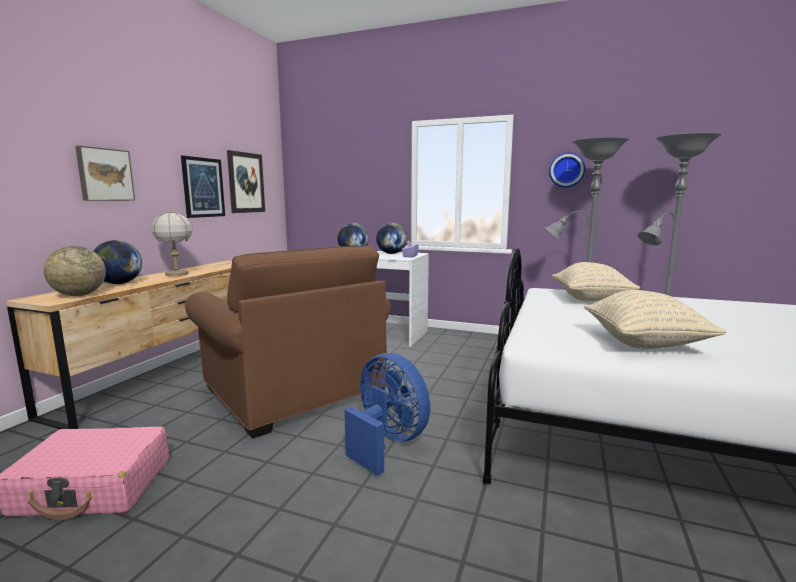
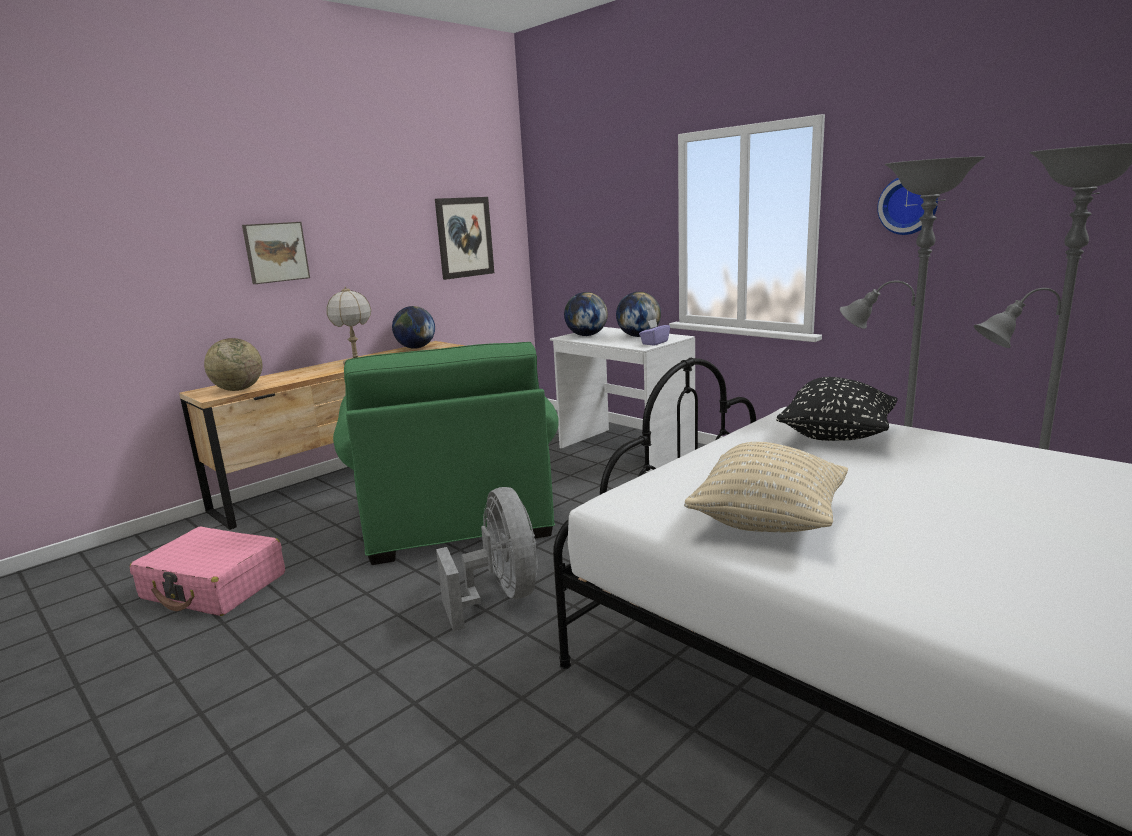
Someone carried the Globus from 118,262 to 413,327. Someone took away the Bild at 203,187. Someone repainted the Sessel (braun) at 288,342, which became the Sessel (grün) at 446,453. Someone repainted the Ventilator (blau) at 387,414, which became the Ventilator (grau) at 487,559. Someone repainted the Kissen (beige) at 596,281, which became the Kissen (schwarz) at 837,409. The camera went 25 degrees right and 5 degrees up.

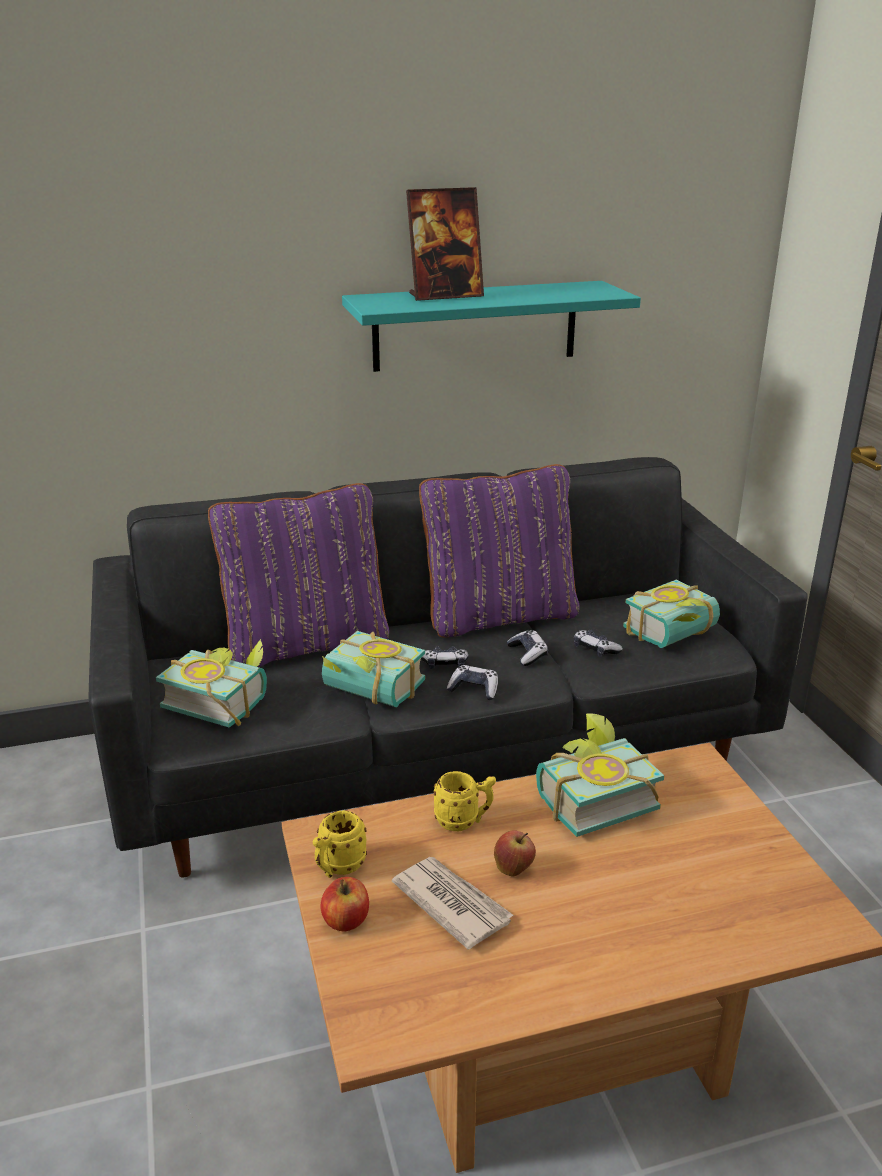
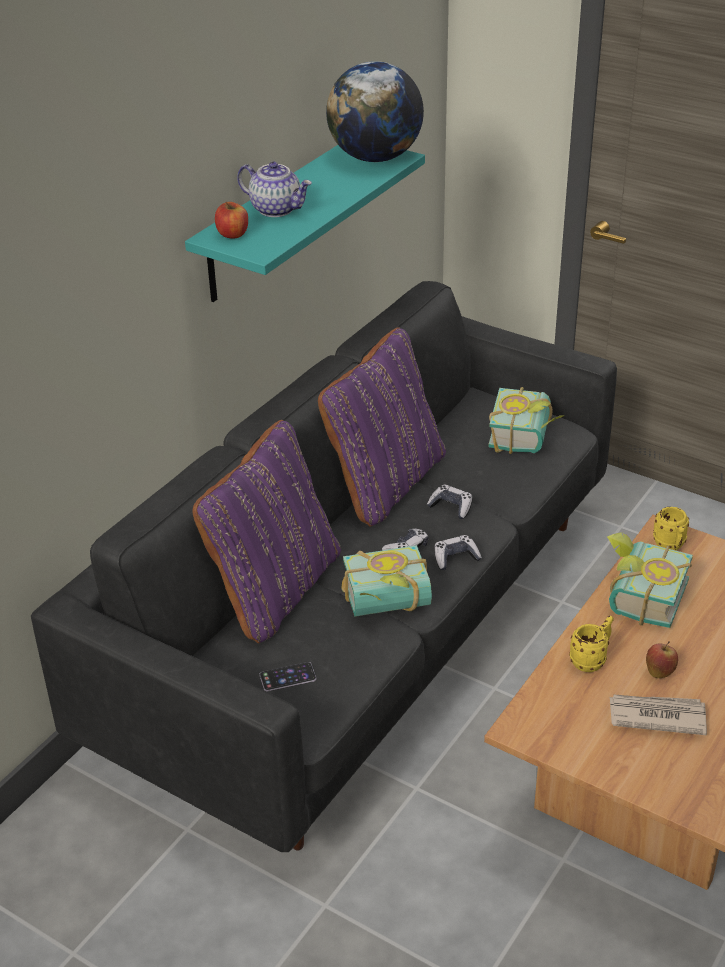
Someone swapped the Buch at 211,683 for the Handy at 288,676. Someone carried the Henkelbecher (gelb) from 340,844 to 671,529. Someone carried the Apfel from 344,904 to 231,220. Someone swapped the Bilderrahmen at 445,244 for the Teekanne at 274,189. Someone took away the Gamepad at 598,643. Someone put down the Globus at 375,111. The camera went 40 degrees left and 10 degrees up.

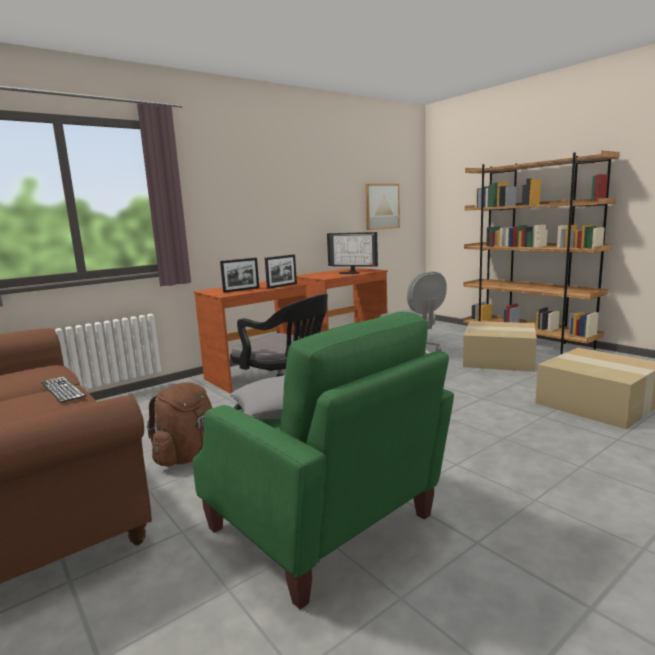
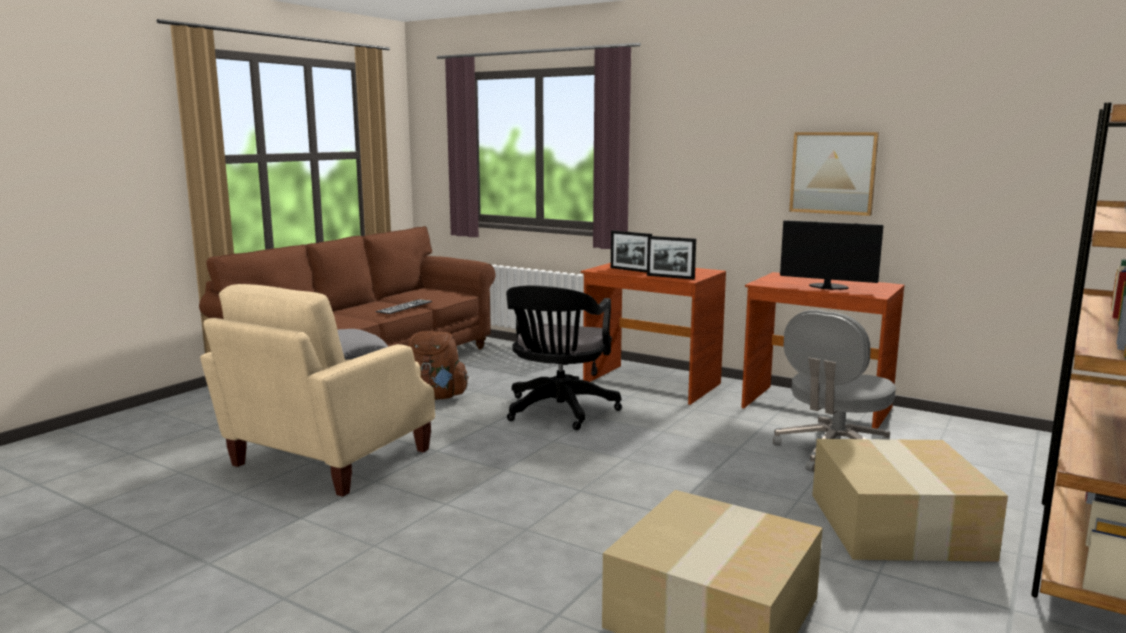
Someone repainted the Sessel (grün) at 323,461, which became the Sessel (beige) at 317,390. Someone rotated the Monitor at 352,253 by 105 degrees clockwise. Someone carried the Bild from 382,207 to 834,174. The camera went 70 degrees right and 0 degrees up.

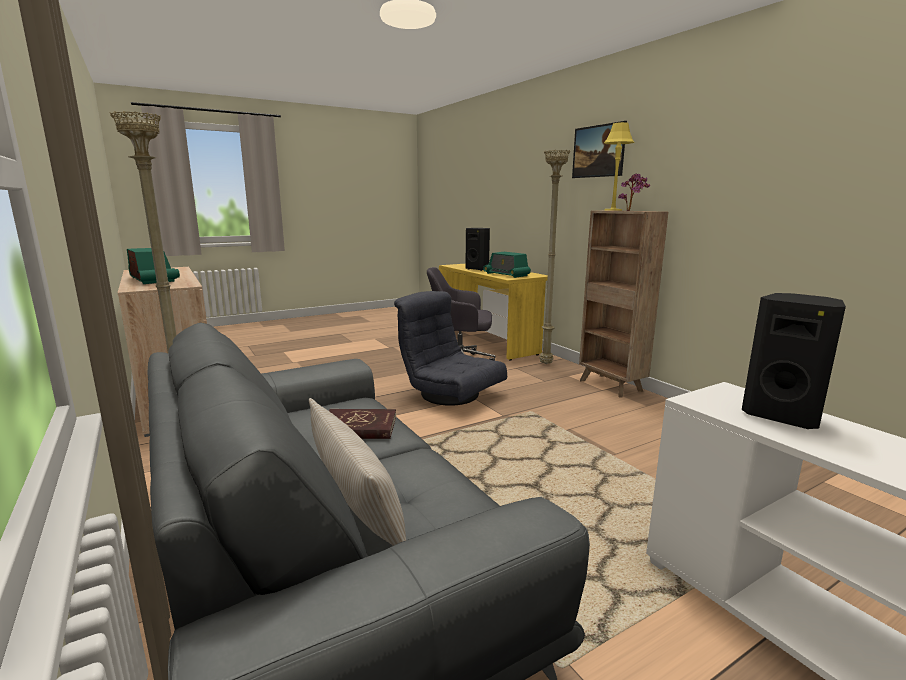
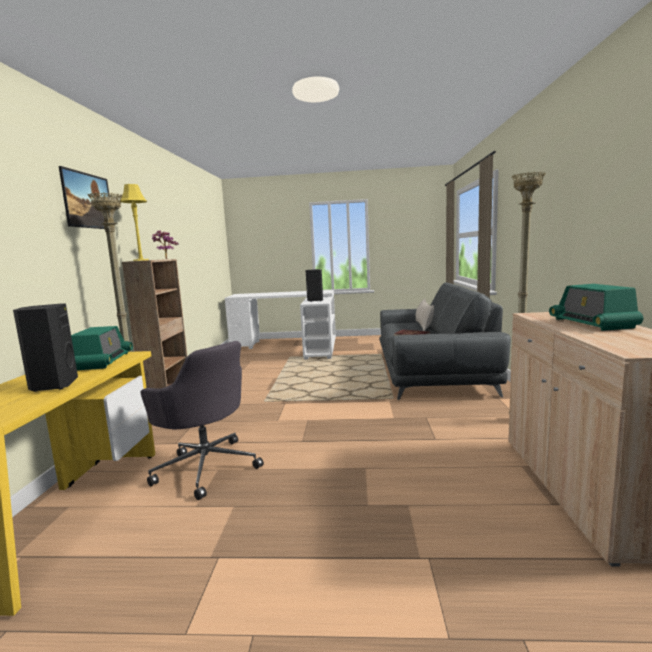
Someone took away the Sessel (grau) at 450,348. The camera went 145 degrees left and 5 degrees down.

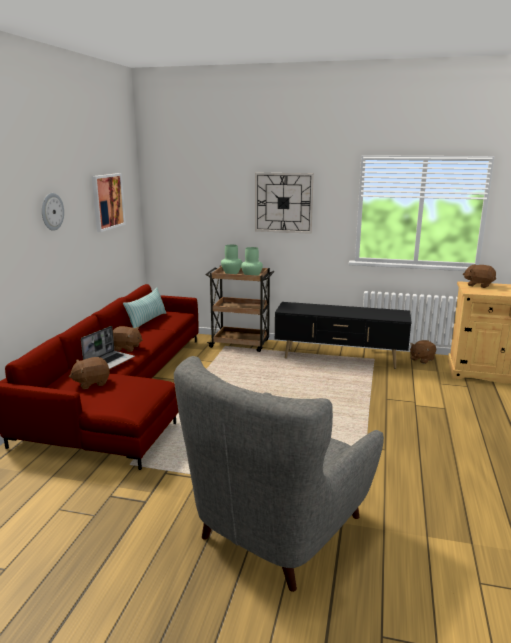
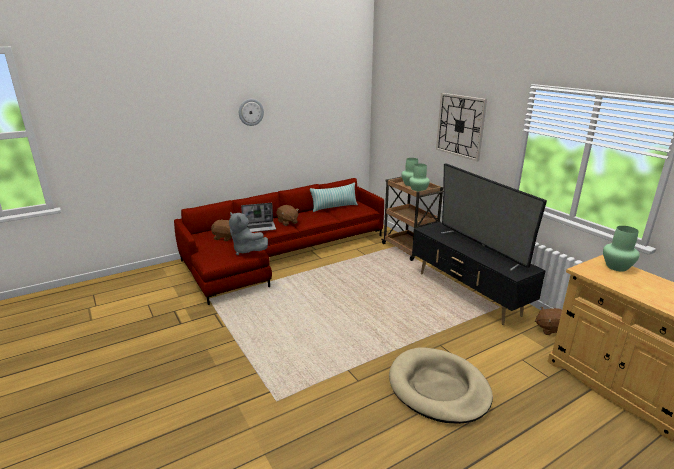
Someone took away the Bild at 109,202. Someone took away the Sessel (grau) at 279,474. Someone swapped the Plüschtier (braun) at 479,276 for the Vase (grün) at 621,249. Someone put down the Plüschtier (grau) at 248,233. Someone put down the Hundebett (beige) at 441,385. Someone put down the Fernseher at 494,217. The camera went 45 degrees right and 5 degrees up.

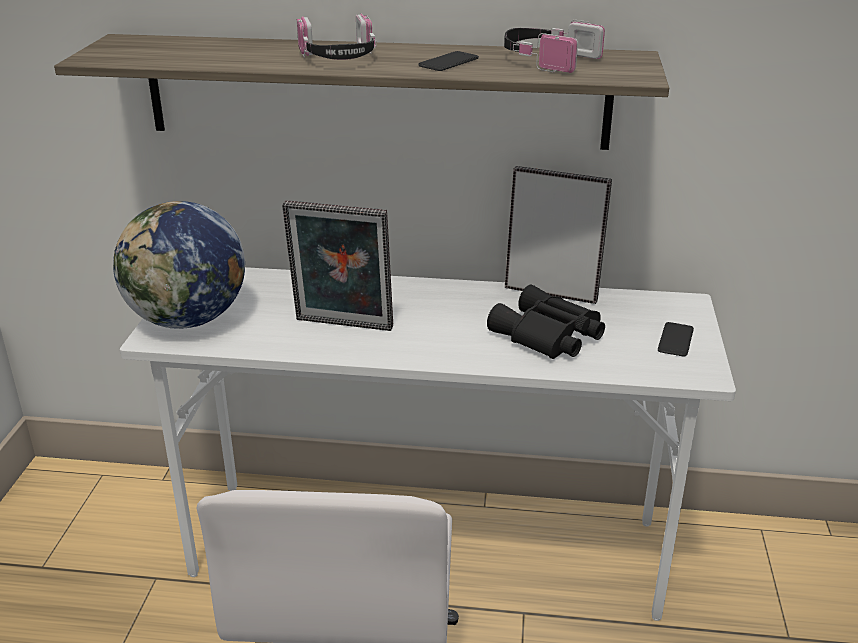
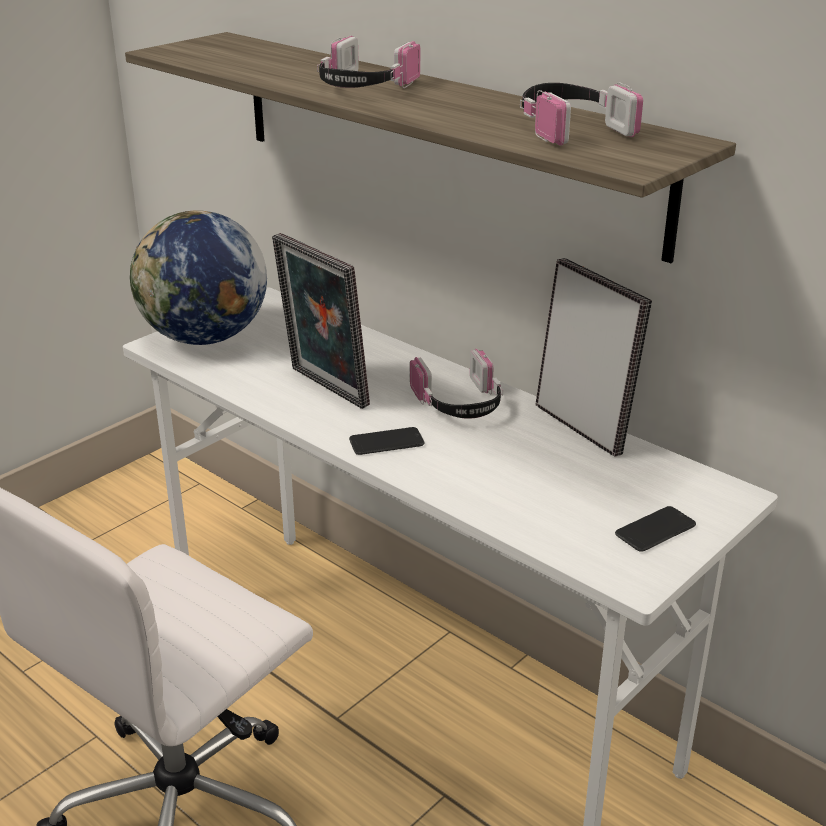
Someone carried the Handy from 448,61 to 386,441. Someone took away the Fernglas (schwarz) at 546,322. Someone put down the Kopfhörer at 456,383. The camera went 35 degrees right and 0 degrees up.

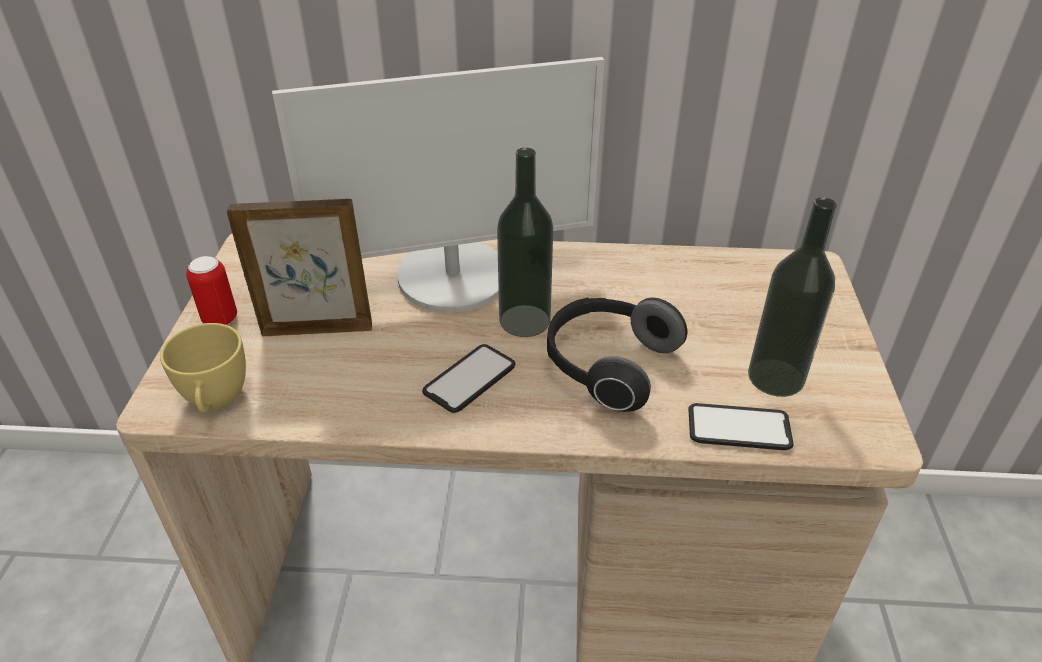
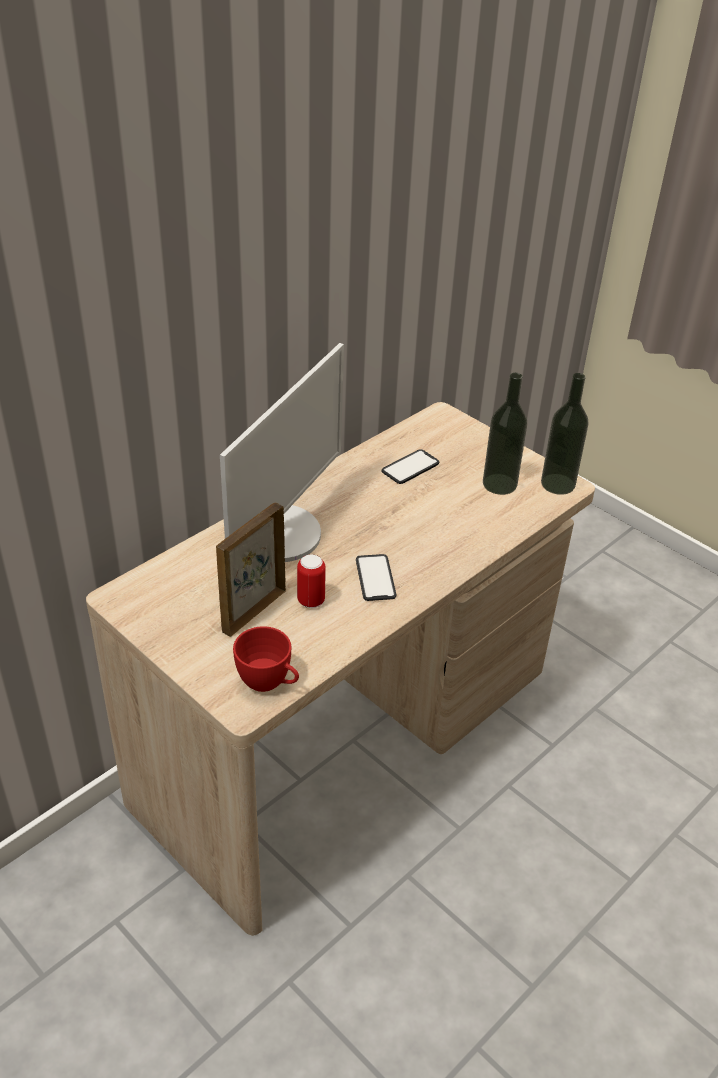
Someone repainted the Tasse (gelb) at 203,368, which became the Tasse (rot) at 266,659. Someone carried the Dose from 211,290 to 311,581. Someone carried the Flasche from 525,242 to 564,434. Someone took away the Kopfhörer at 617,355. Someone carried the Handy from 741,426 to 410,466. The camera went 50 degrees left and 0 degrees up.

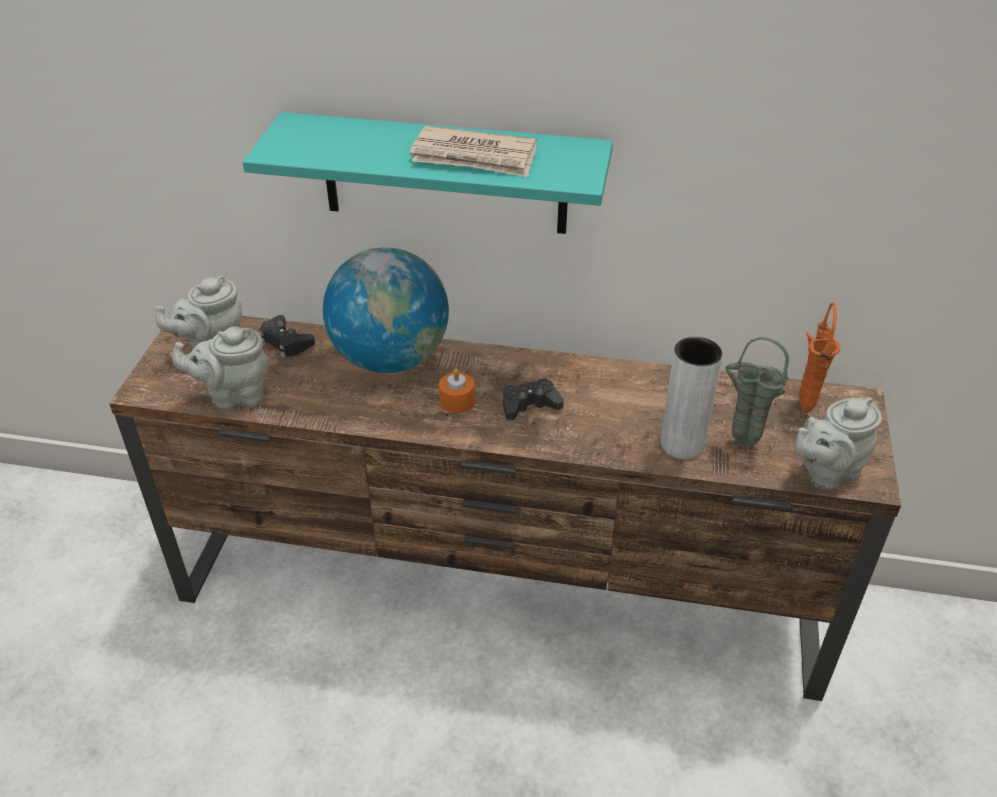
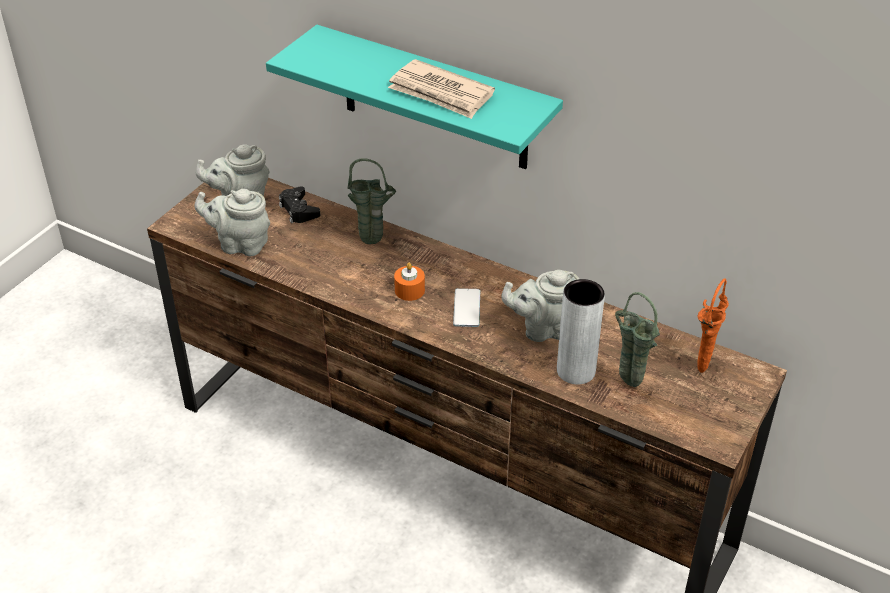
Someone swapped the Globus at 386,310 for the Vase (grün) at 371,201. Someone swapped the Gamepad (schwarz) at 533,399 for the Handy at 466,307. Someone carried the Teekanne (grau) from 838,444 to 540,306. The camera went 20 degrees right and 0 degrees up.

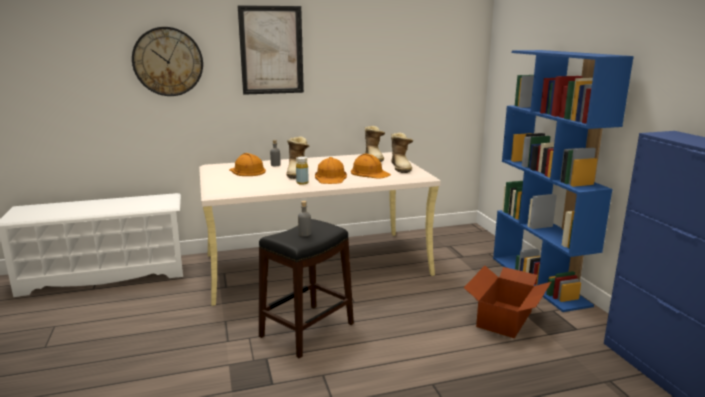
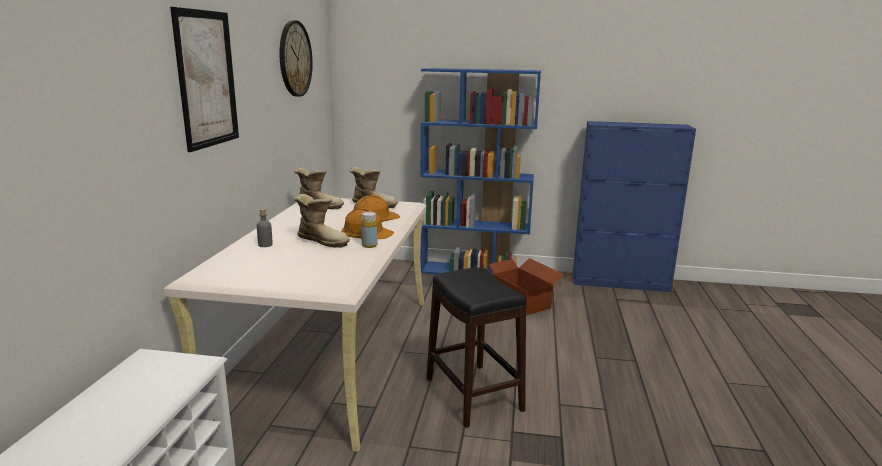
Someone carried the Wanduhr from 167,61 to 296,58. Someone took away the Schutzhelm (orange) at 247,164. Someone took away the Flasche (grau) at 304,218. The camera went 65 degrees left and 0 degrees up.

